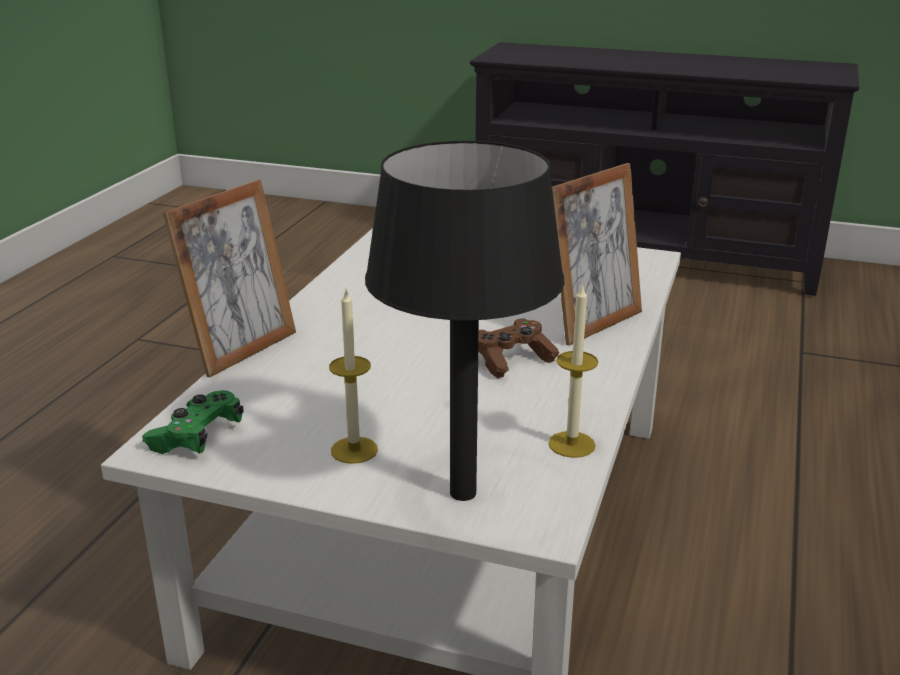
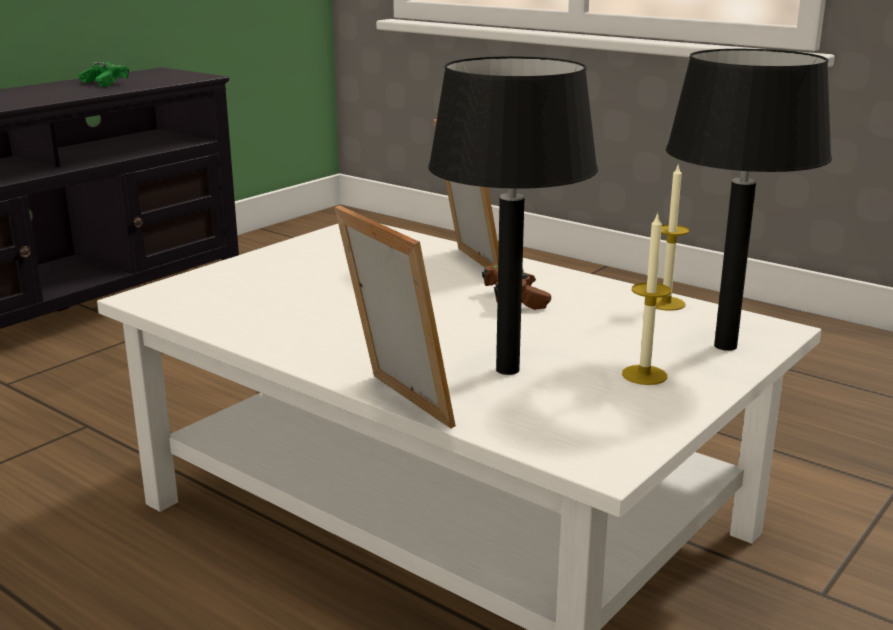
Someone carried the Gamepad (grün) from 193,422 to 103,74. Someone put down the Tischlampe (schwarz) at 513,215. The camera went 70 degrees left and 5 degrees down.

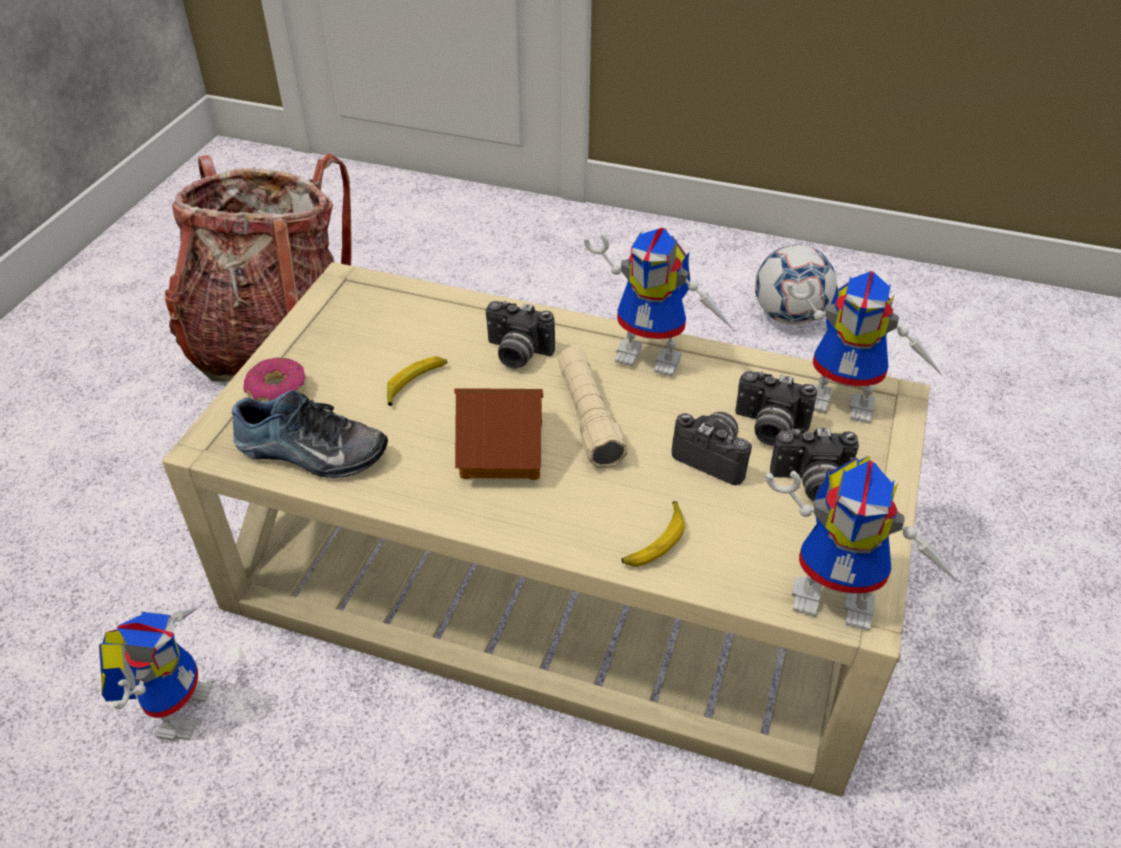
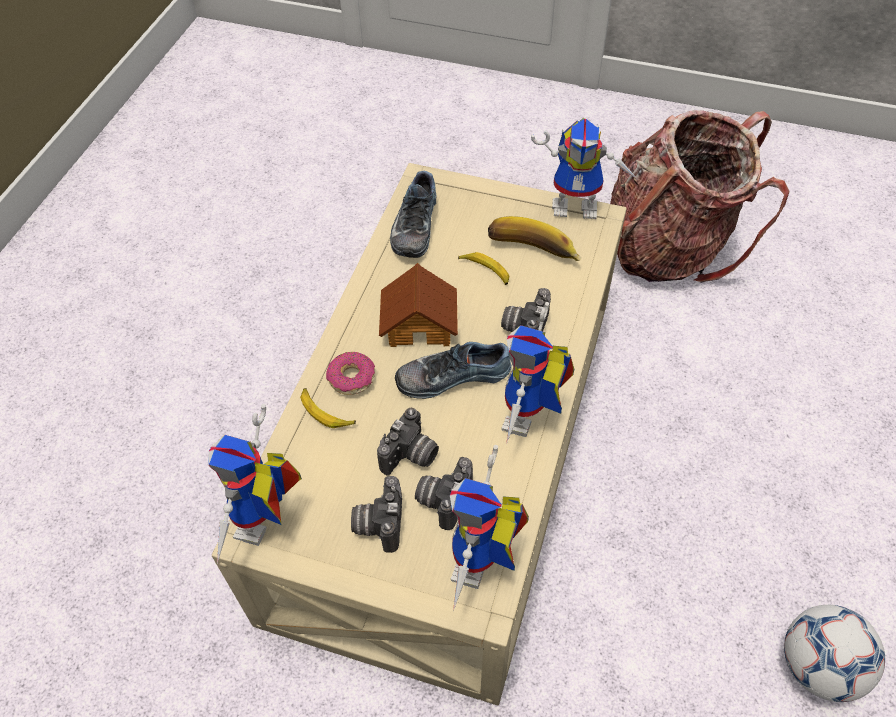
Someone carried the Spielzeugroboter from 155,674 to 585,168. Someone carried the Donut from 274,380 to 350,373. Someone swapped the Taschenlampe (beige) at 593,407 for the Schuh at 453,370. Someone put down the Banane at 535,238. The camera went 90 degrees right and 10 degrees up.

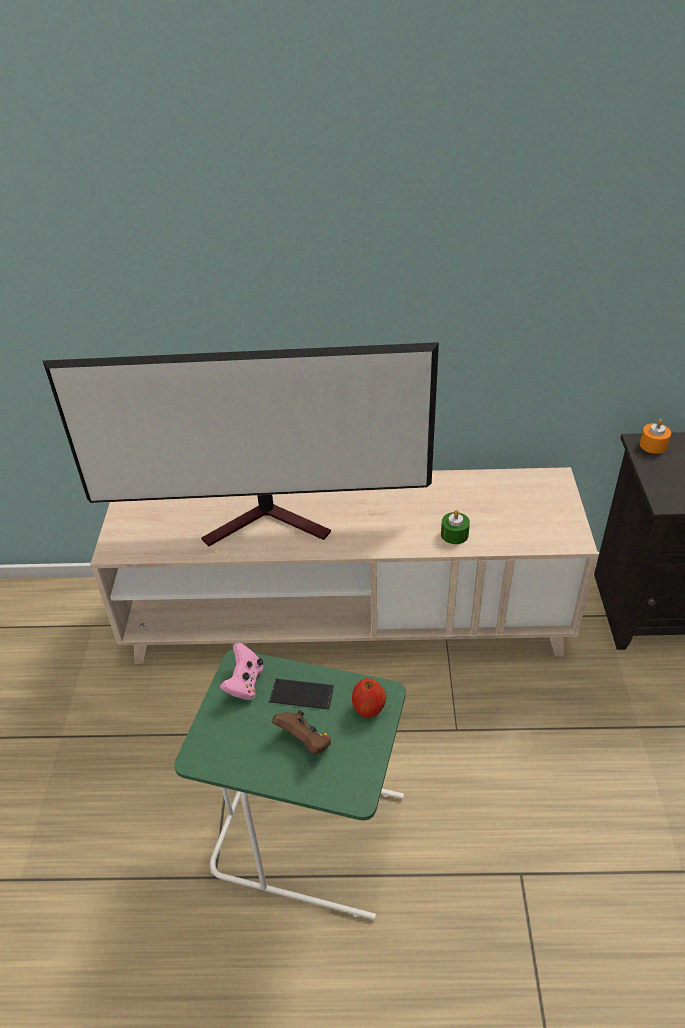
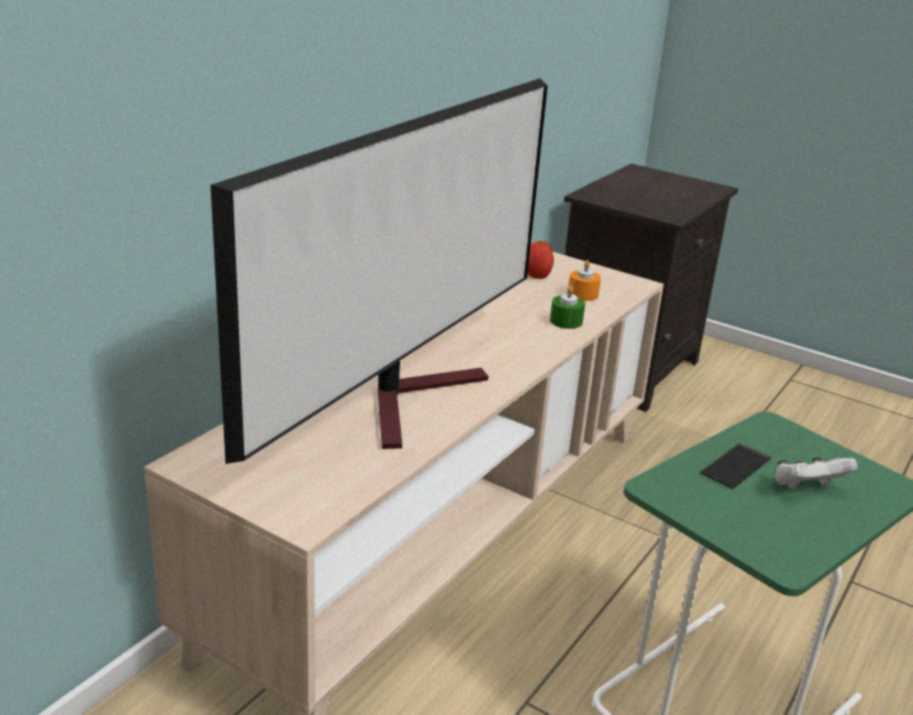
Someone took away the Gamepad (rosa) at 241,671. Someone repainted the Gamepad (braun) at 301,732, which became the Gamepad (weiß) at 815,473. Someone carried the Apfel from 369,698 to 541,260. Someone carried the Kerze (orange) from 655,436 to 585,280. The camera went 60 degrees left and 15 degrees down.

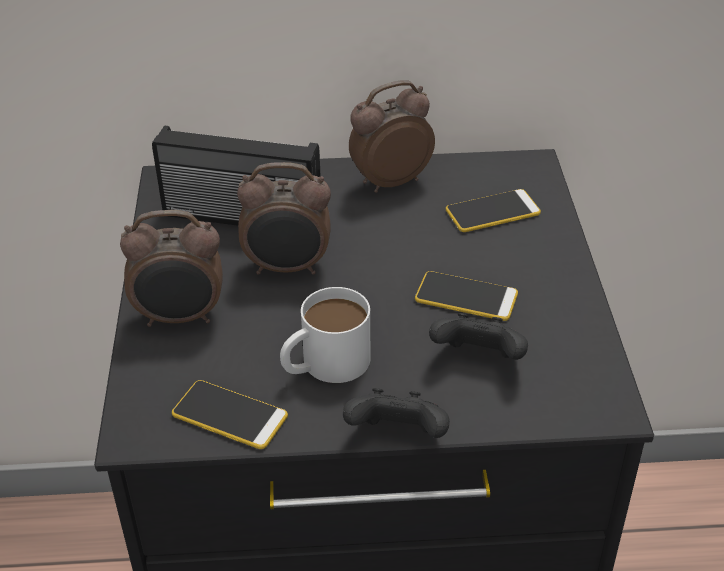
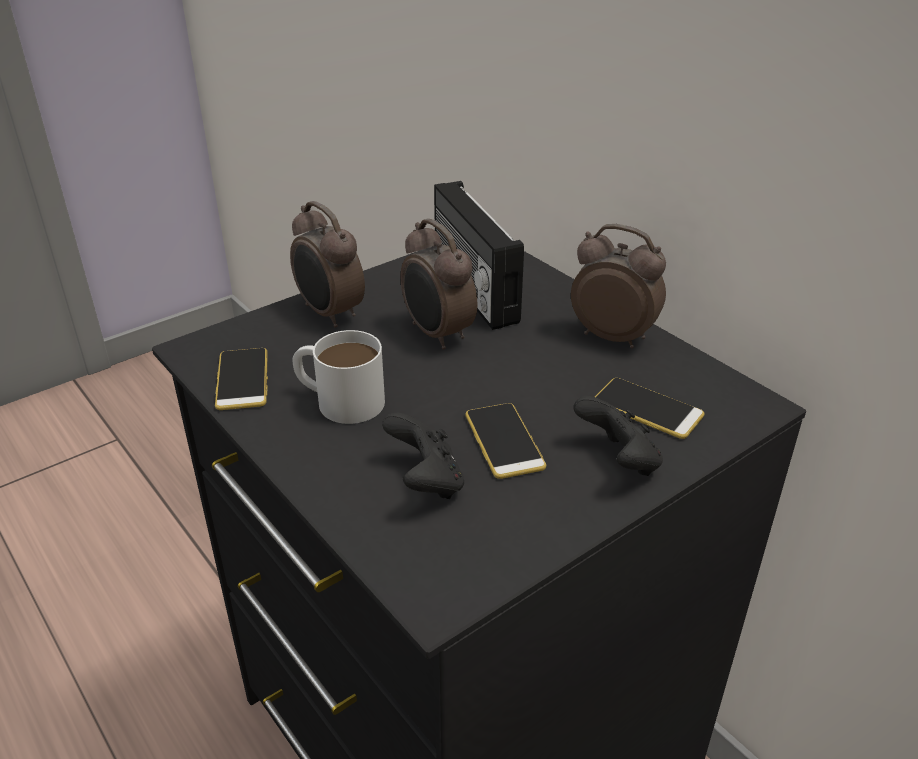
Someone carried the Gamepad (schwarz) from 396,413 to 618,436. The camera went 55 degrees right and 5 degrees down.

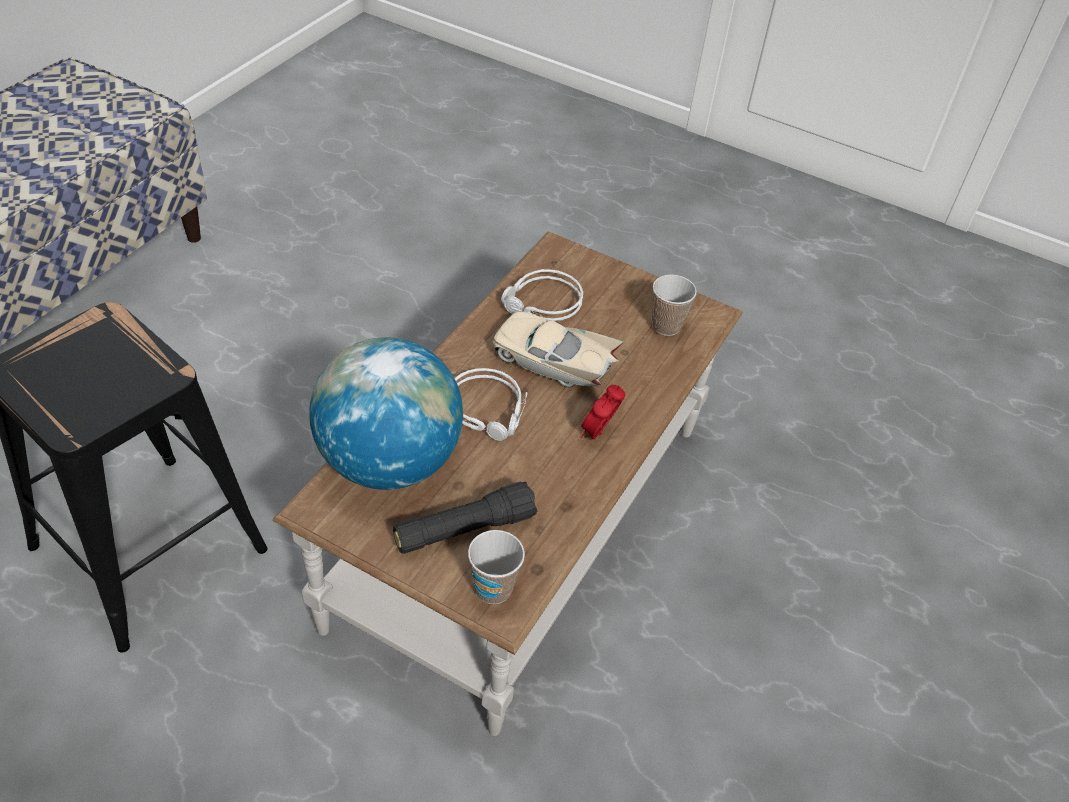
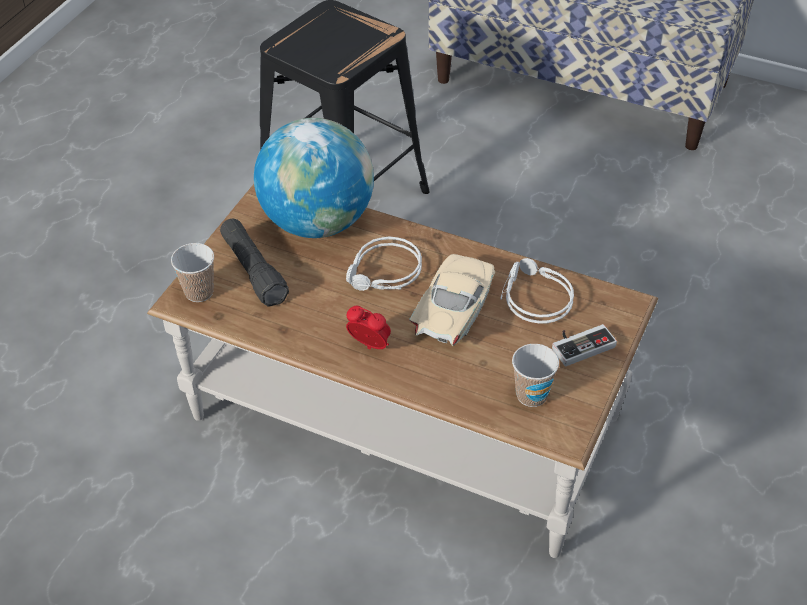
Someone put down the Gamepad at 584,345. The camera went 90 degrees right and 0 degrees up.

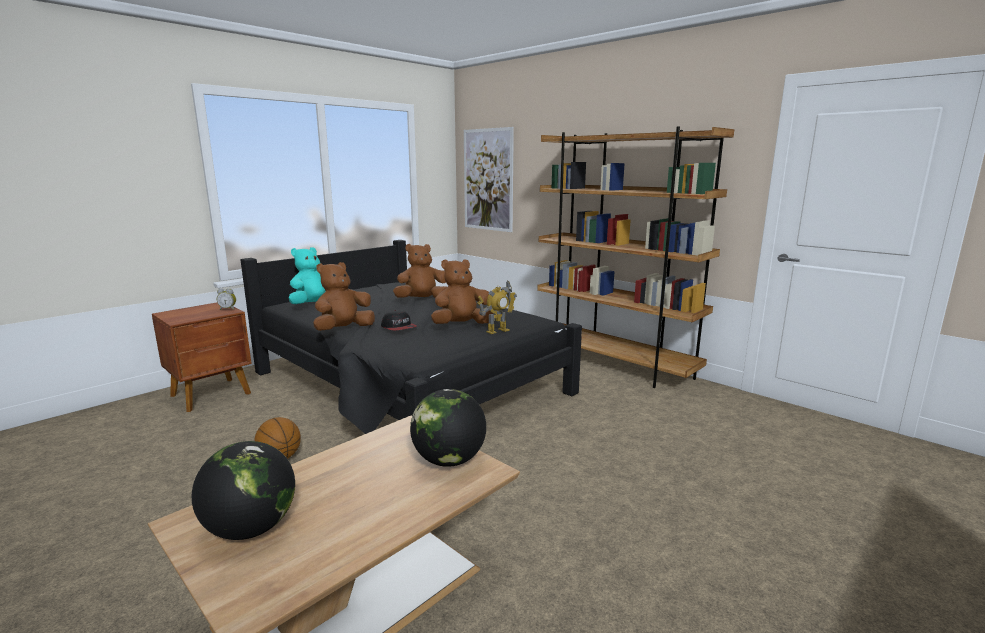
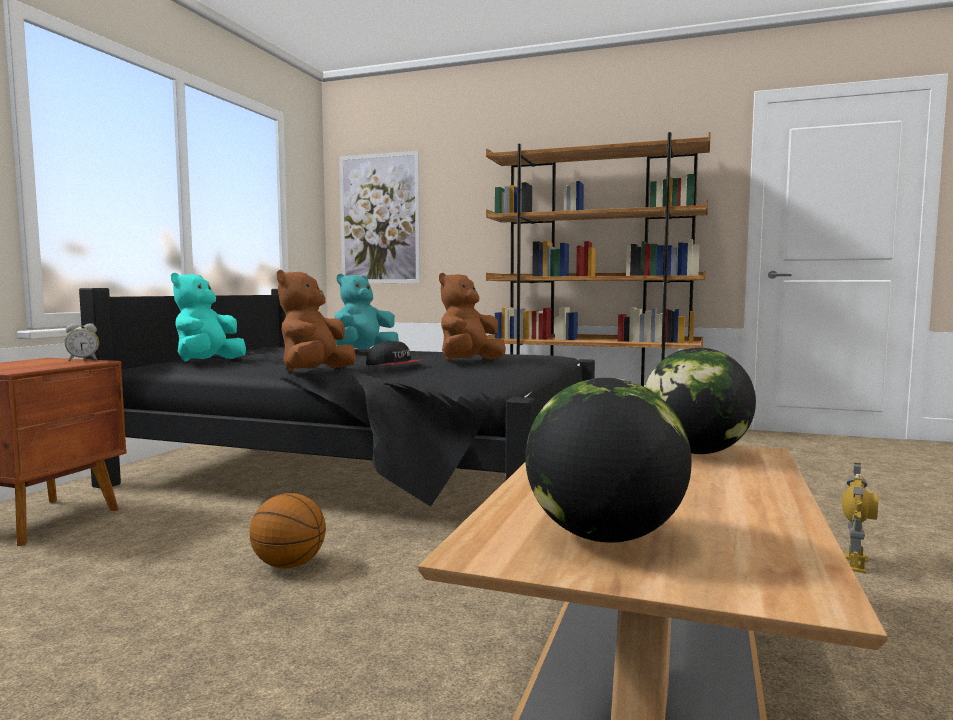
Someone repainted the Plüschtier (braun) at 420,271, which became the Plüschtier (türkis) at 367,311. Someone carried the Spielzeugroboter from 497,307 to 860,518. The camera went 25 degrees left and 10 degrees down.

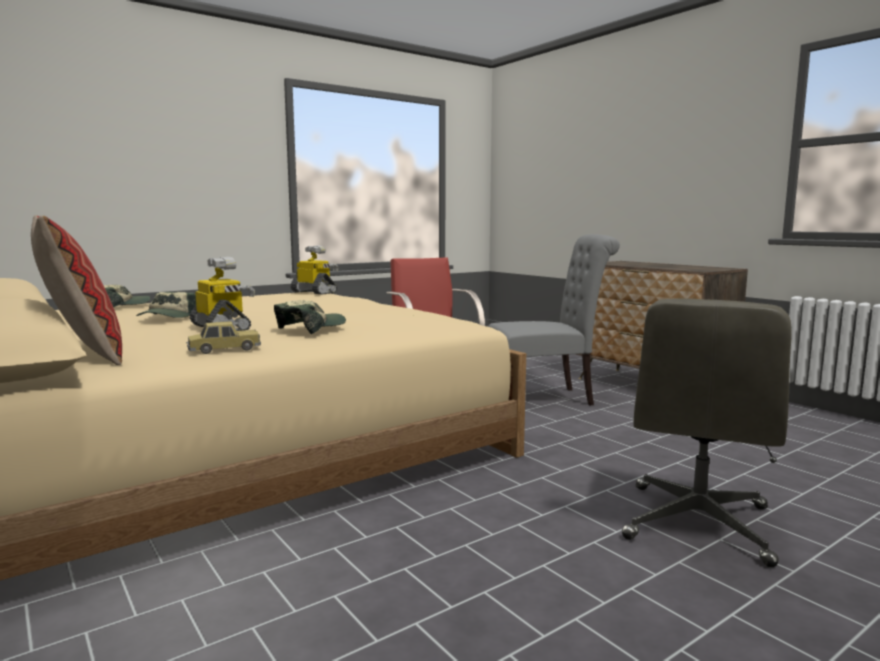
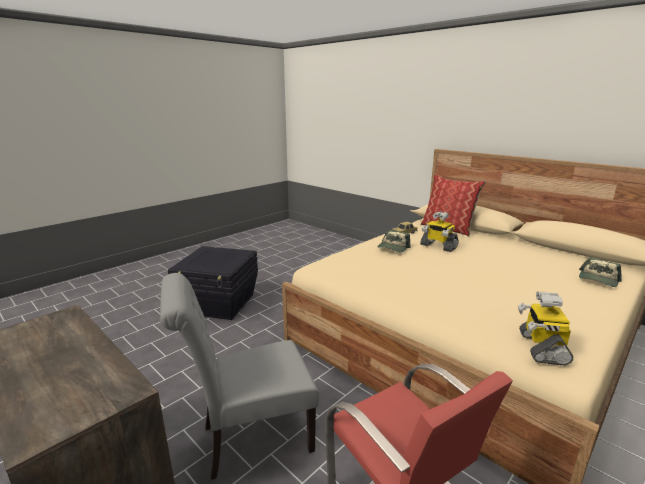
Someone took away the Kappe at 166,305. Someone rotated the Spielzeugroboter at 315,270 by 75 degrees clockwise. Someone swapped the Bürostuhl (grau) at 707,432 for the Aufbewahrungsbox (schwarz) at 213,283. The camera went 170 degrees right and 10 degrees up.

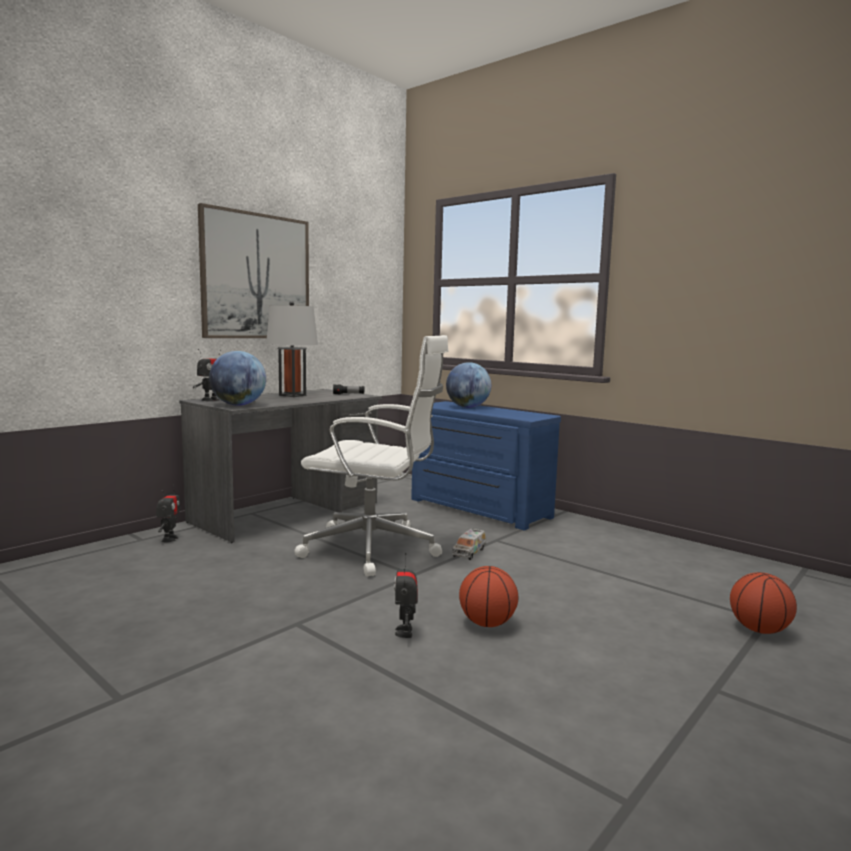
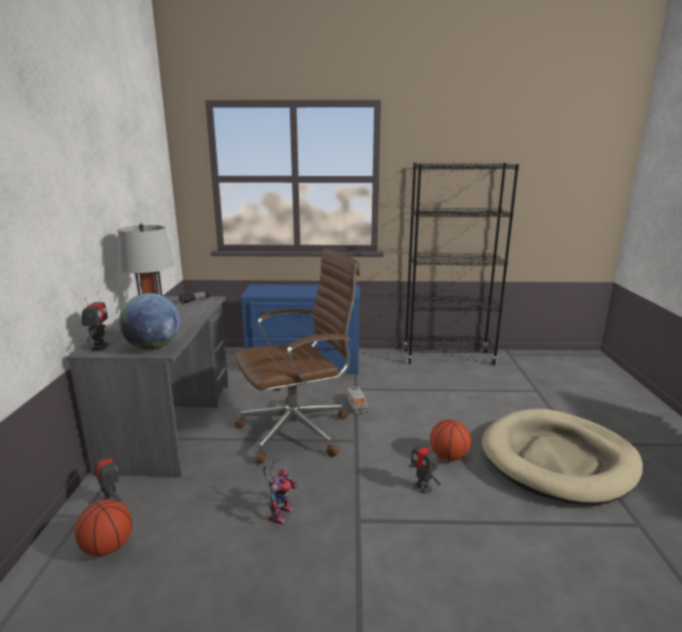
Someone took away the Bild at 253,270. Someone repainted the Bürostuhl (weiß) at 371,456, which became the Bürostuhl (braun) at 297,356. Someone took away the Globus at 468,385. Someone carried the Basketball from 763,603 to 103,527. Someone put down the Spielzeugroboter at 280,491. Someone put down the Bücherregal (schwarz) at 461,264. Someone put down the Hundebett (beige) at 562,457. The camera went 40 degrees left and 10 degrees up.

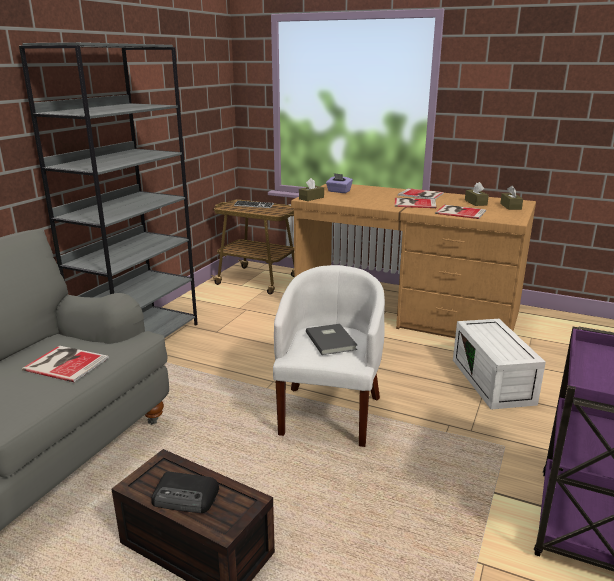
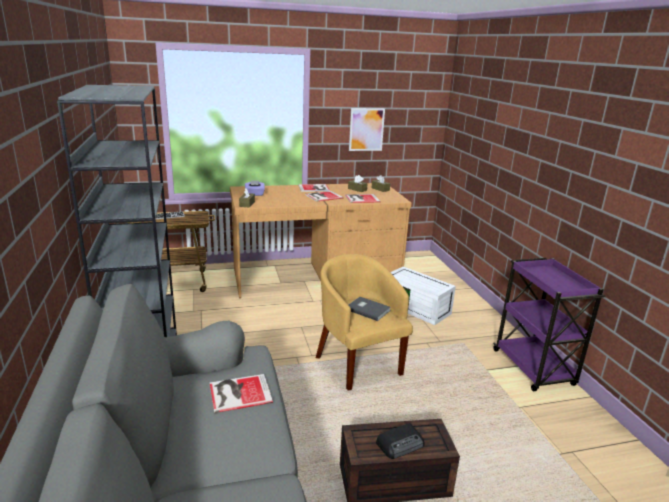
Someone repainted the Sessel (weiß) at 329,356, which became the Sessel (gelb) at 364,322. Someone put up the Bild at 367,129. The camera went 40 degrees left and 0 degrees up.

